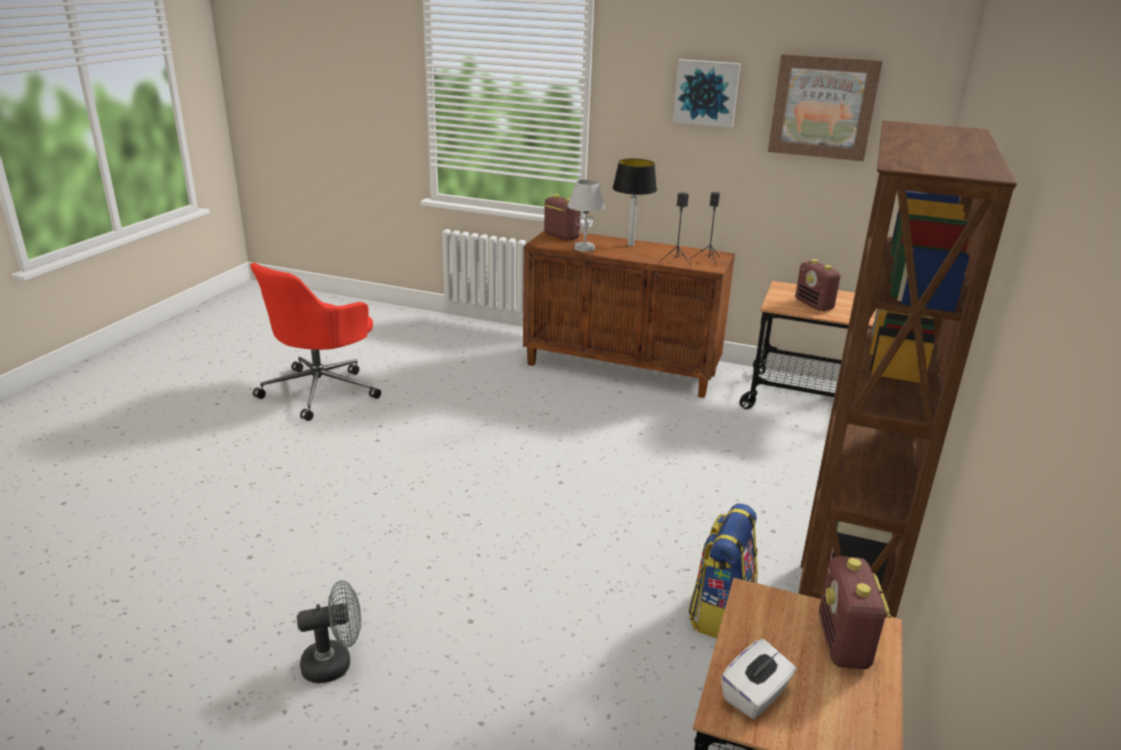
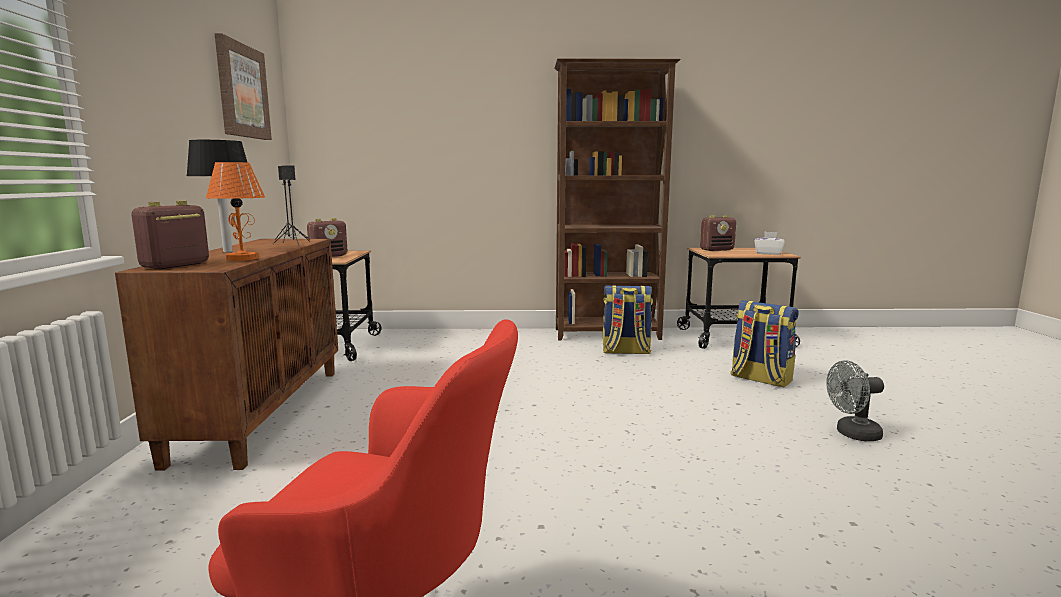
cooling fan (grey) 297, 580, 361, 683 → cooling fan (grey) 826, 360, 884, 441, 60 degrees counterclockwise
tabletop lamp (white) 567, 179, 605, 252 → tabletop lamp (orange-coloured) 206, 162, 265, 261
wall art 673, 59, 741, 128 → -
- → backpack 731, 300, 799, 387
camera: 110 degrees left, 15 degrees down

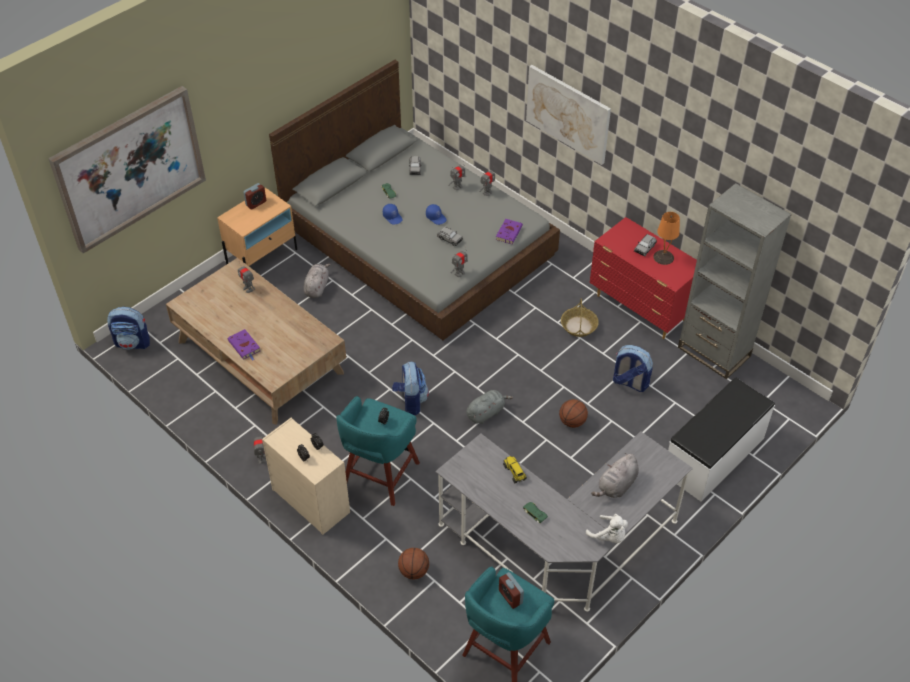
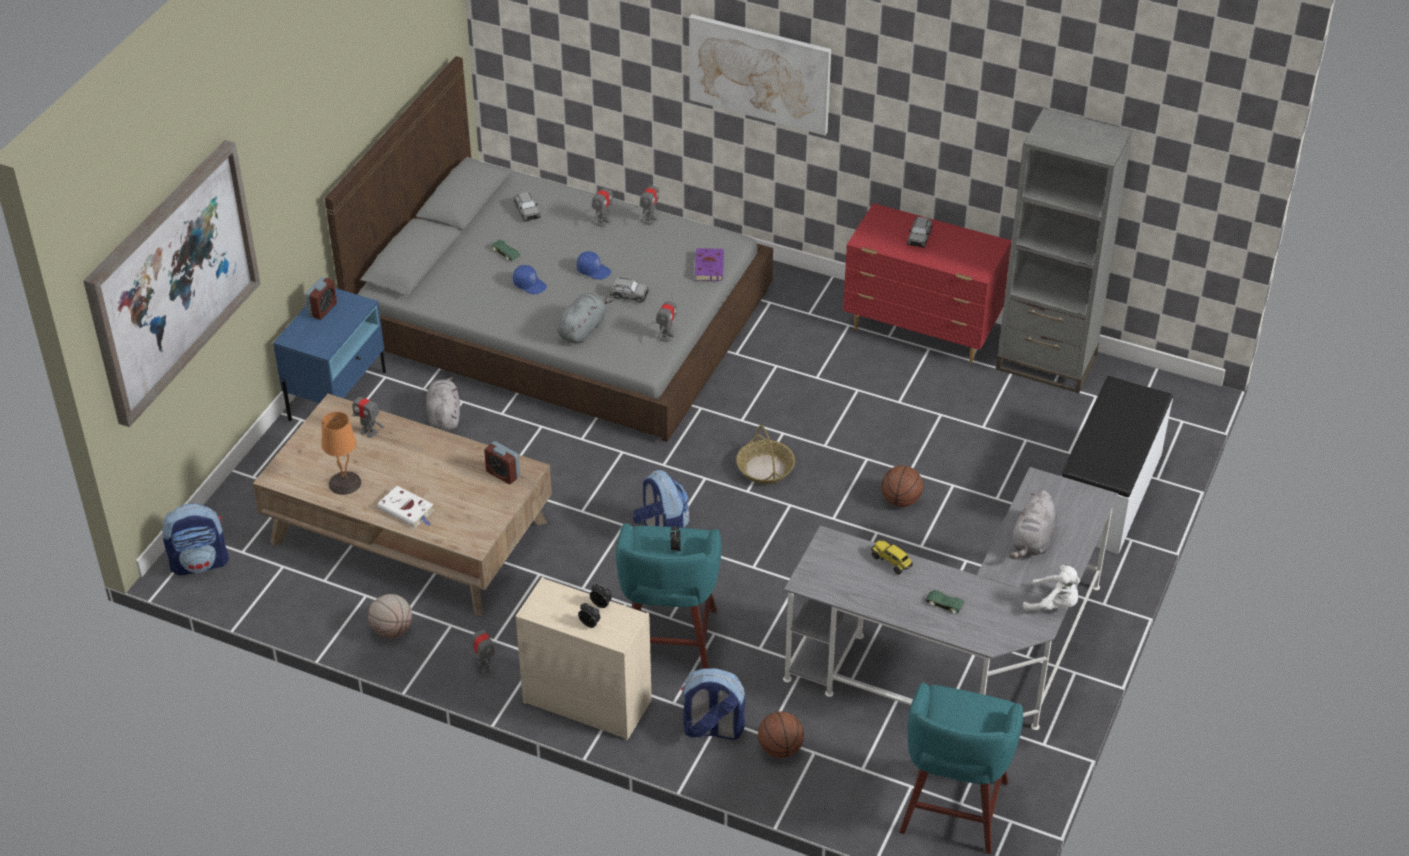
night table (beige) 217, 188, 297, 266 → night table (bluish) 273, 288, 386, 421
volume (purple) 228, 329, 260, 361 → volume (white) 377, 486, 434, 528
cuddly toy (grey) 466, 390, 513, 424 → cuddly toy (grey) 557, 293, 614, 343, move
table clock 499, 572, 524, 609 → table clock 484, 441, 520, 484, move
storage basket 561, 299, 599, 337 → storage basket 736, 425, 795, 484, move
backpack 613, 345, 653, 392 → backpack 681, 668, 745, 740, move
tabletop lamp (orange-coloured) 653, 212, 680, 265 → tabletop lamp (orange-coloured) 322, 412, 361, 495, move
- → ball for basketball 368, 594, 412, 638
camera: 20 degrees left, 5 degrees down

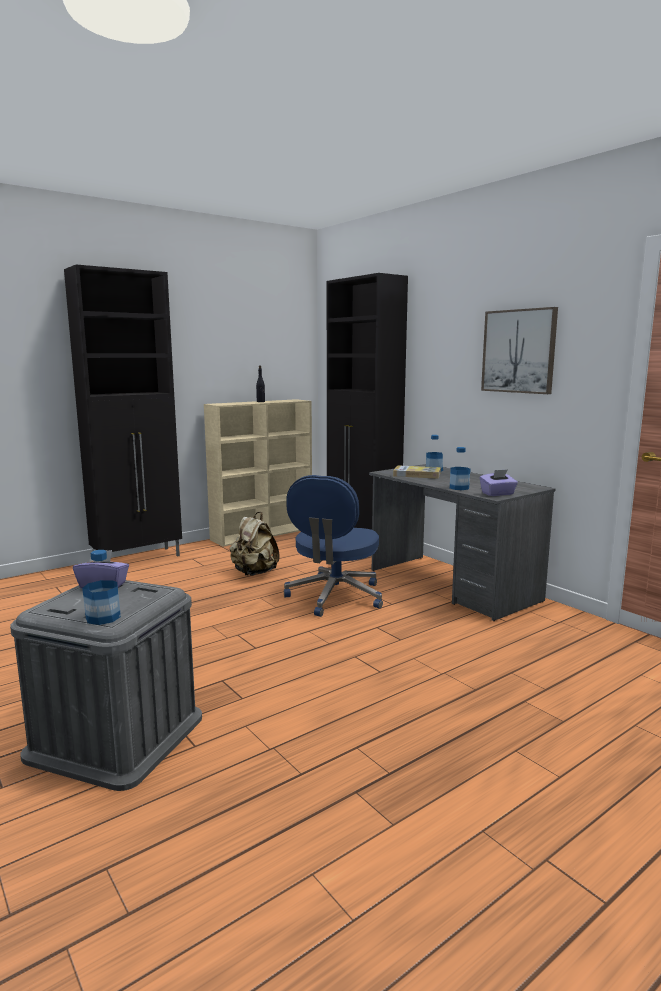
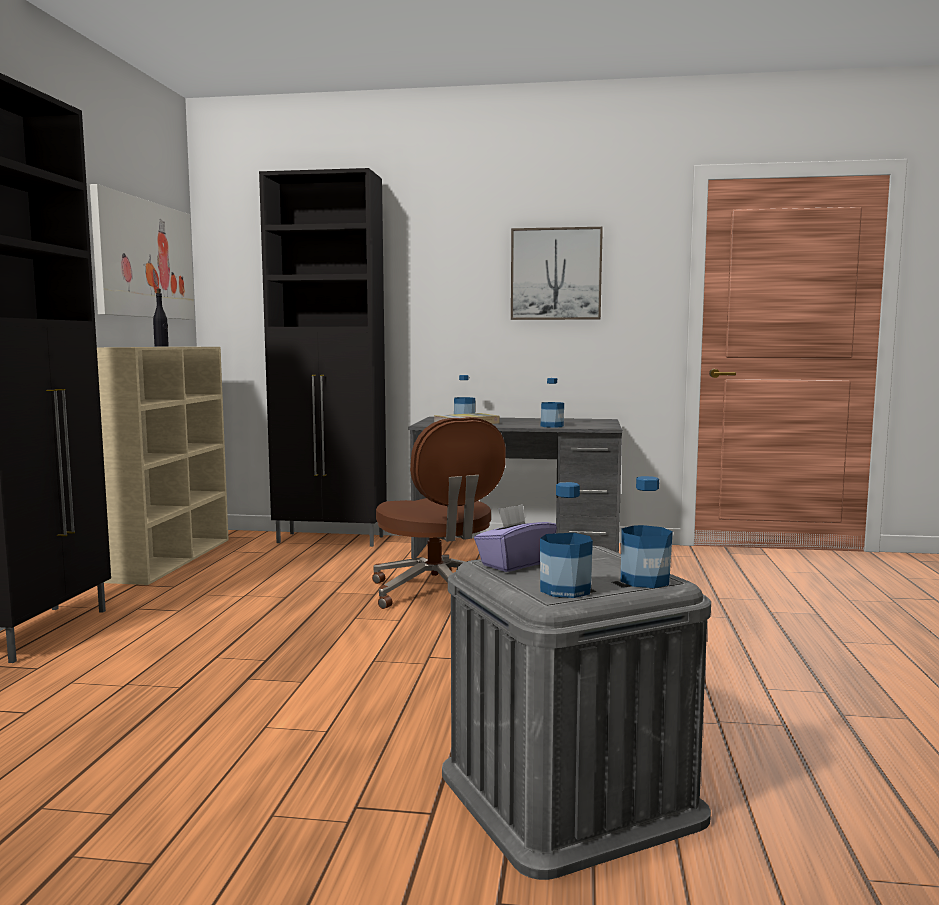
backpack (beige) 230, 512, 280, 576 → -
desk chair (bluish) 284, 475, 383, 617 → desk chair (brown-coloured) 372, 417, 506, 609
box of tissues (purple) 480, 469, 518, 496 → -
- → wall art 90, 184, 195, 320
- → beverage bottle 540, 482, 593, 598
camera: 45 degrees left, 5 degrees down

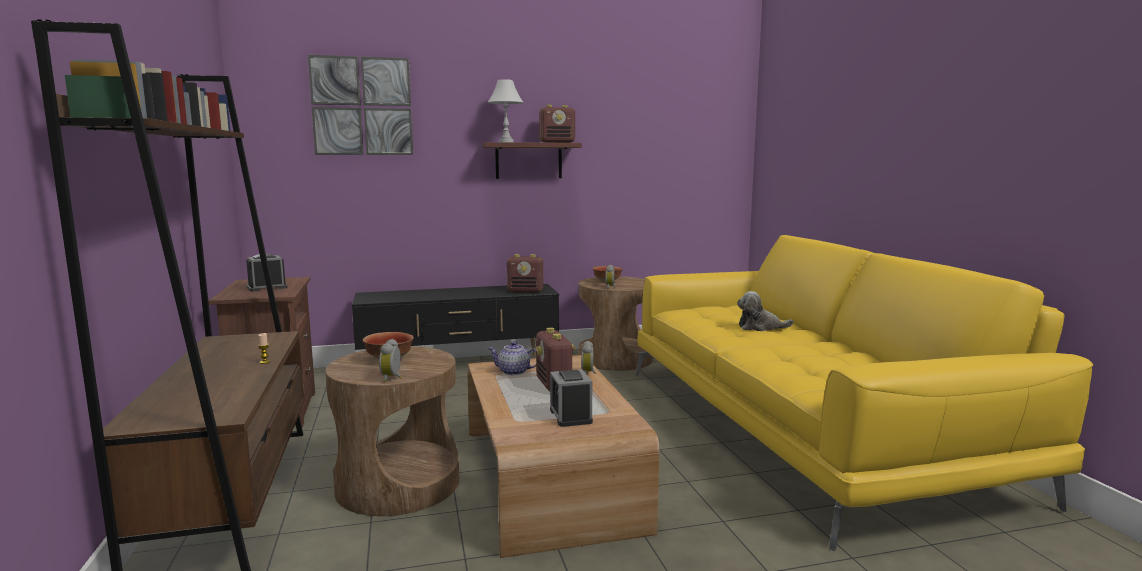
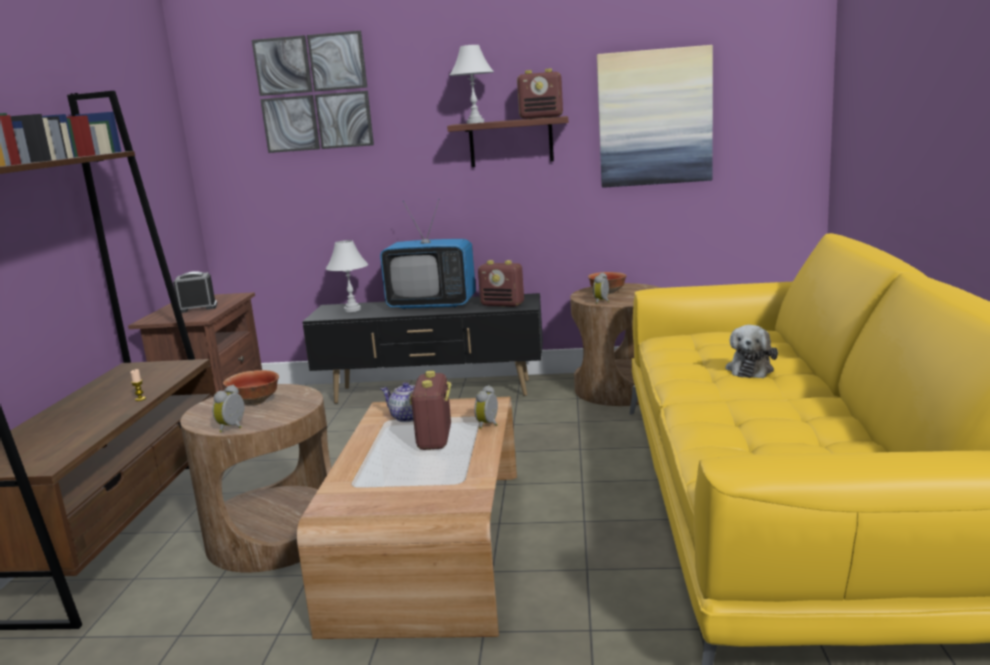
table clock 550, 369, 593, 427 → -
cuddly toy 737, 291, 793, 331 → cuddly toy 726, 325, 778, 378, 90 degrees counterclockwise
- → tabletop lamp (white) 326, 240, 368, 312
- → TV set 380, 199, 476, 309
- → wall art 597, 45, 713, 188
camera: 20 degrees right, 5 degrees up

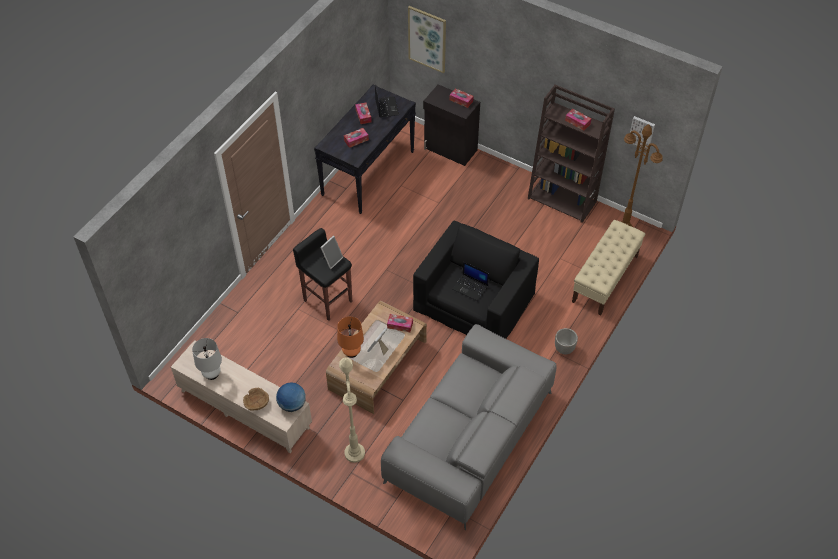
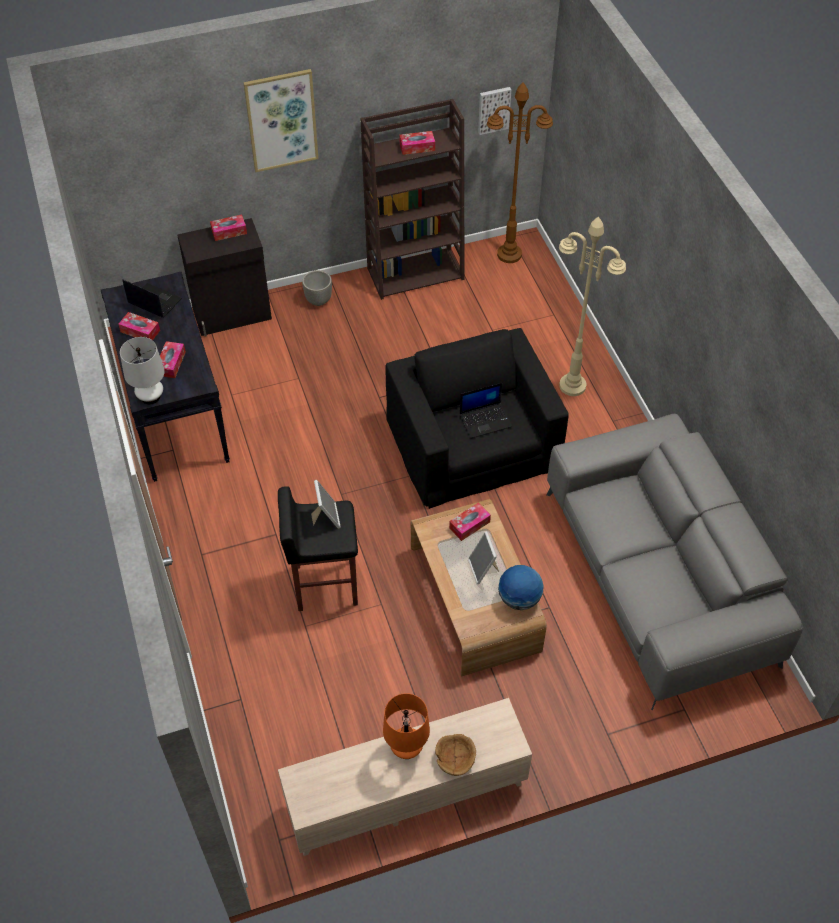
tabletop lamp (white) 192, 338, 222, 380 → tabletop lamp (white) 120, 337, 165, 404, move
desk globe 276, 382, 306, 412 → desk globe 498, 565, 543, 610, move
tabletop lamp (orange-coloured) 337, 316, 364, 358 → tabletop lamp (orange-coloured) 383, 693, 430, 759, move
standard lamp (beige) 339, 357, 365, 463 → standard lamp (beige) 559, 217, 626, 396, move
wall art 408, 6, 446, 73 → wall art 244, 69, 318, 172, move
planter 555, 328, 578, 354 → planter 302, 270, 332, 306, move
indoor bench (beige) 572, 220, 645, 316 → -
camera: 50 degrees left, 0 degrees up

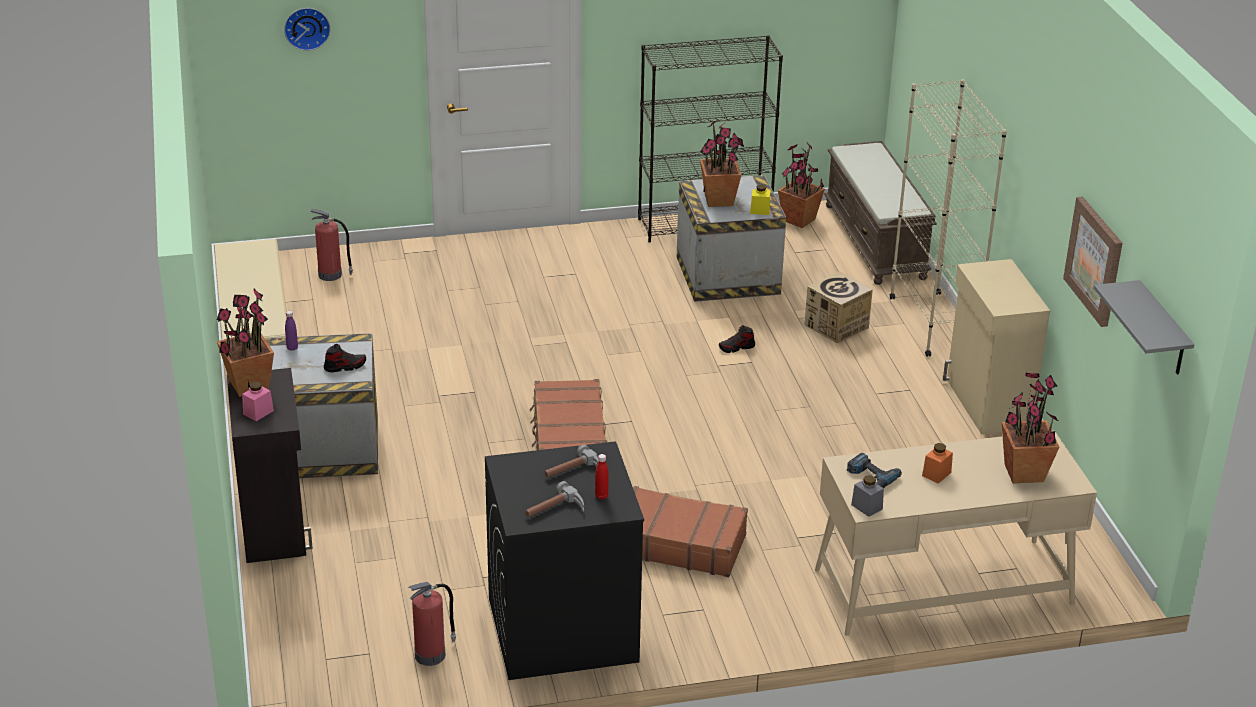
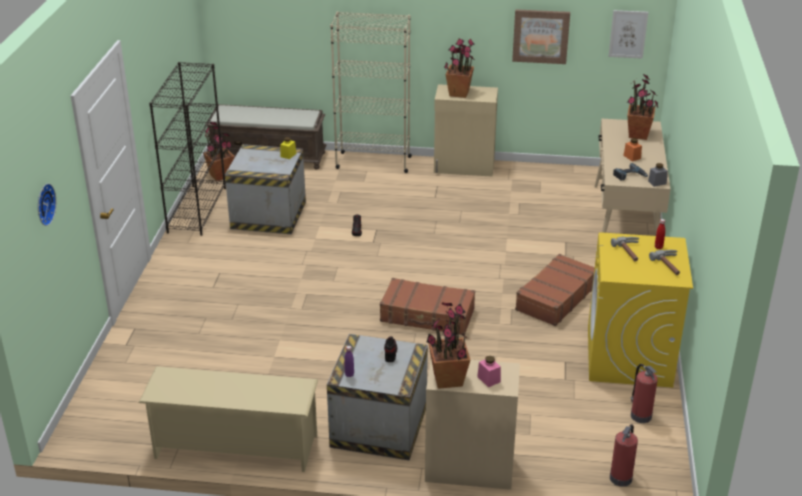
cupboard (black) 227, 368, 313, 563 → cupboard (beige) 425, 360, 520, 490
fire-fighting cylinder 311, 209, 353, 281 → fire-fighting cylinder 610, 424, 638, 487, move
washing machine (black) 485, 441, 644, 680 → washing machine (yellow-coloured) 588, 232, 693, 388
houseplant 700, 119, 744, 207 → houseplant 444, 39, 475, 98, move
packing box 804, 271, 873, 344 → -
wall shelf (grey) 1094, 280, 1194, 374 → wall art 609, 10, 648, 59
camera: 70 degrees left, 0 degrees up

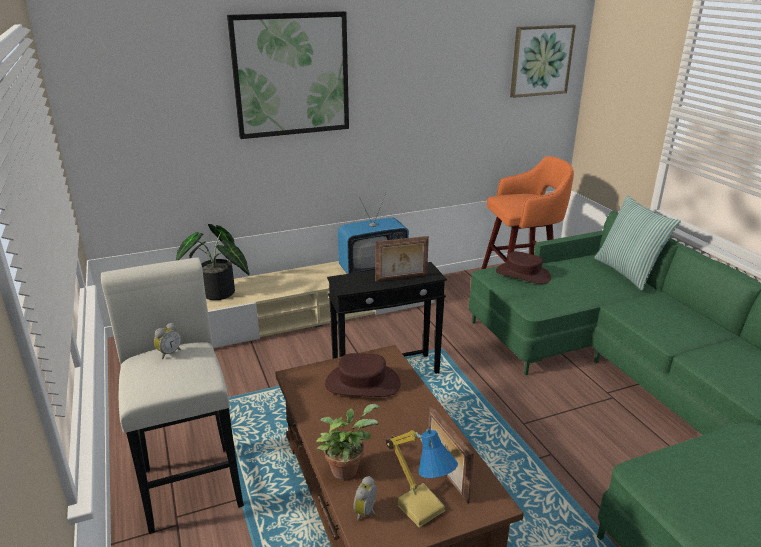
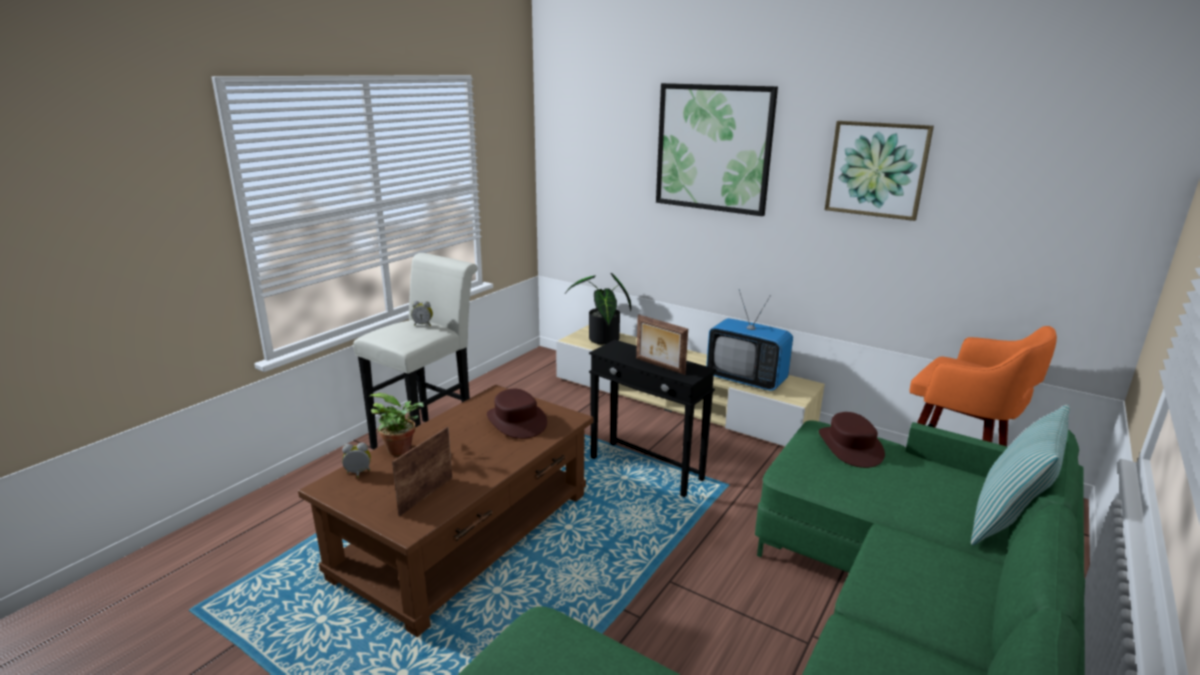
tabletop lamp 386, 428, 458, 527 → -
wall art 510, 25, 576, 98 → wall art 825, 121, 934, 221, move
camera: 55 degrees right, 5 degrees down

